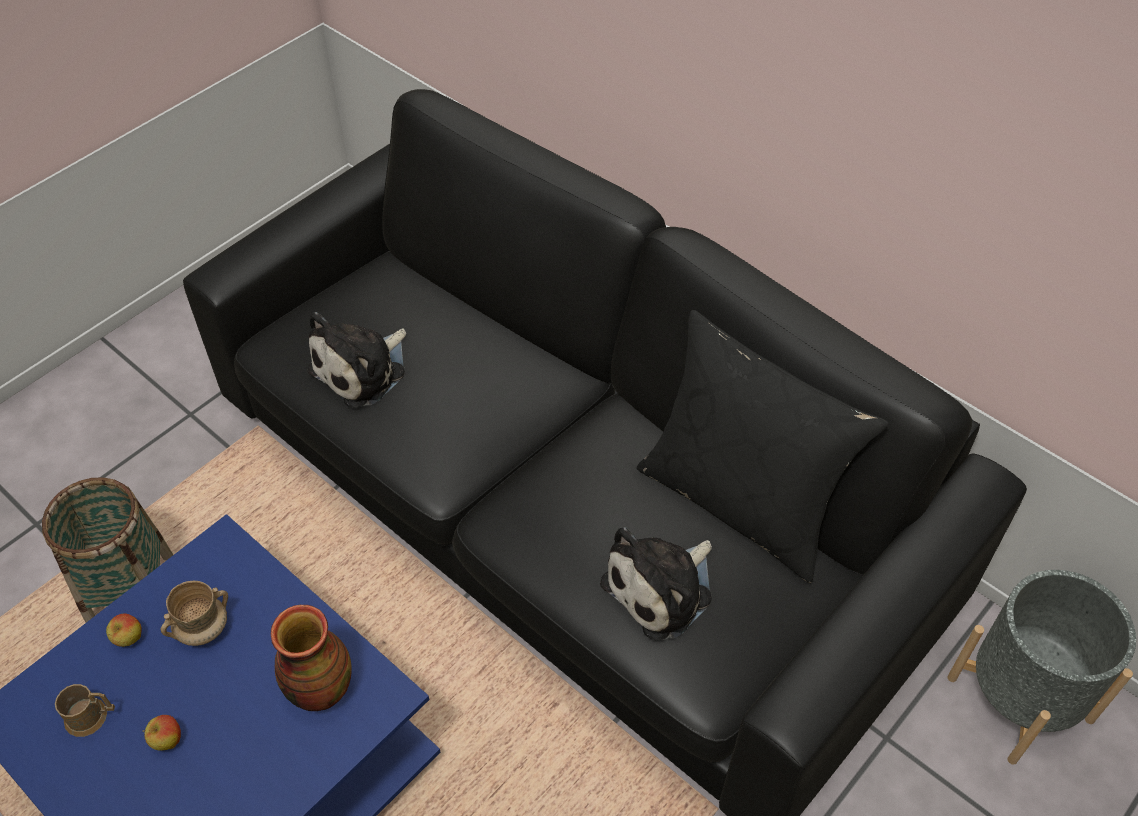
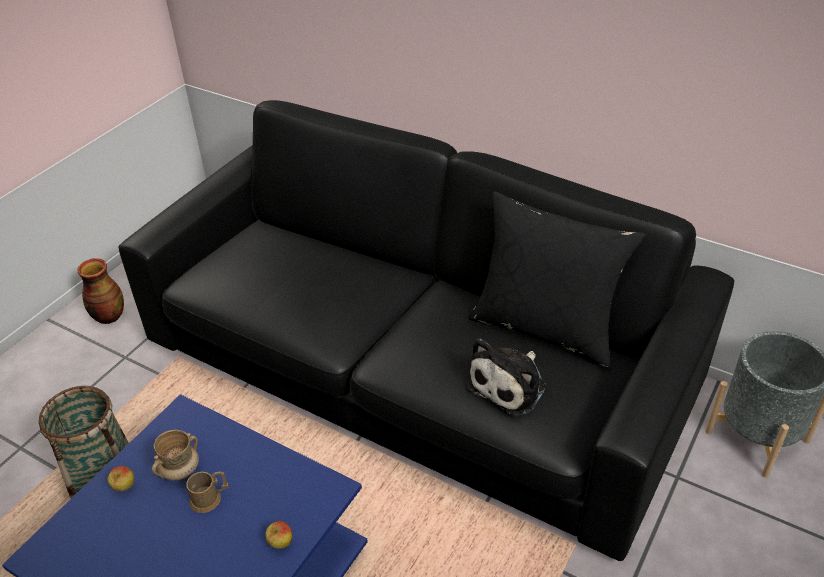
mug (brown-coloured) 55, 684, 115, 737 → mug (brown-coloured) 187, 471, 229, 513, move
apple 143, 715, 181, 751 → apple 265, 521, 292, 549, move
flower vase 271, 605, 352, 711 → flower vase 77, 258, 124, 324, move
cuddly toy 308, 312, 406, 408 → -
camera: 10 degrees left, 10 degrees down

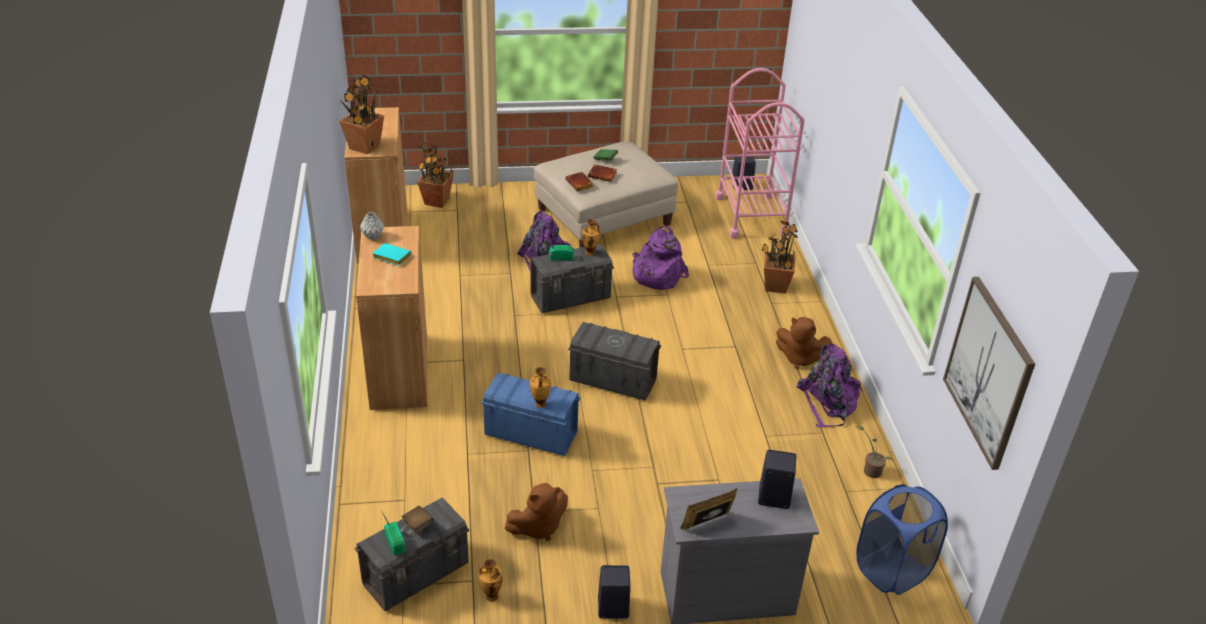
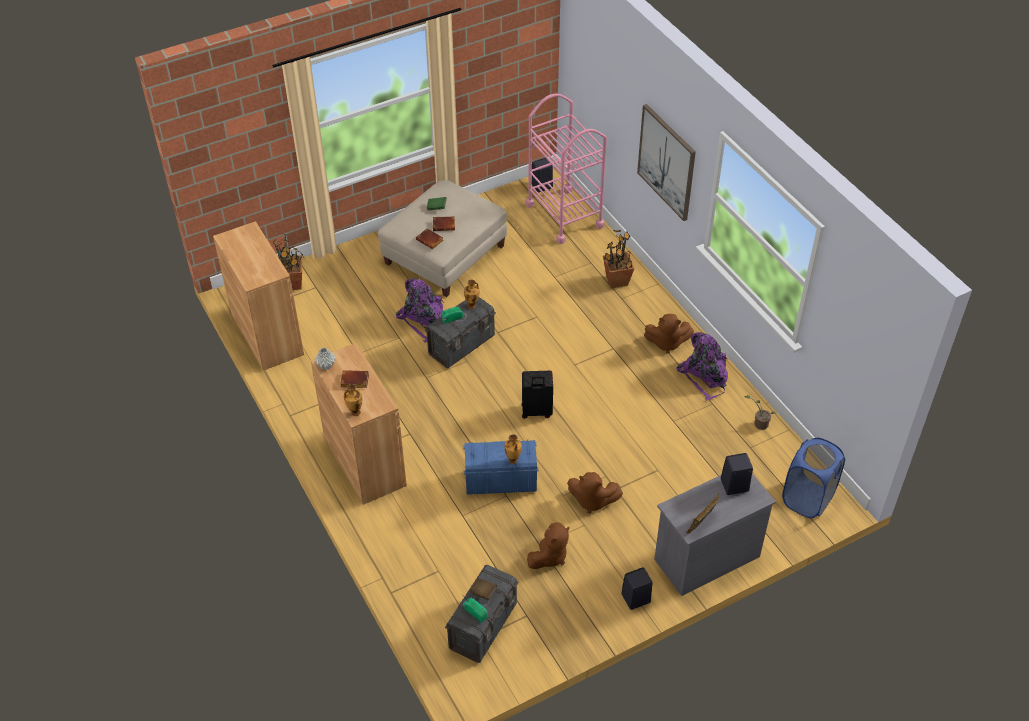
houseplant 339, 74, 384, 154 → -
volume (blue-green) 372, 243, 411, 266 → volume (brown-coloured) 340, 370, 369, 388
flower vase 478, 559, 503, 602 → flower vase 344, 384, 362, 416, move
storage container (grey) 568, 322, 661, 401 → piece of luggage (black) 522, 371, 553, 419
backpack (purple) 633, 226, 689, 290 → -
wall art 943, 277, 1035, 470 → wall art 637, 104, 696, 221, move
- → cuddly toy (brown-coloured) 567, 472, 623, 514
camera: 20 degrees left, 10 degrees up

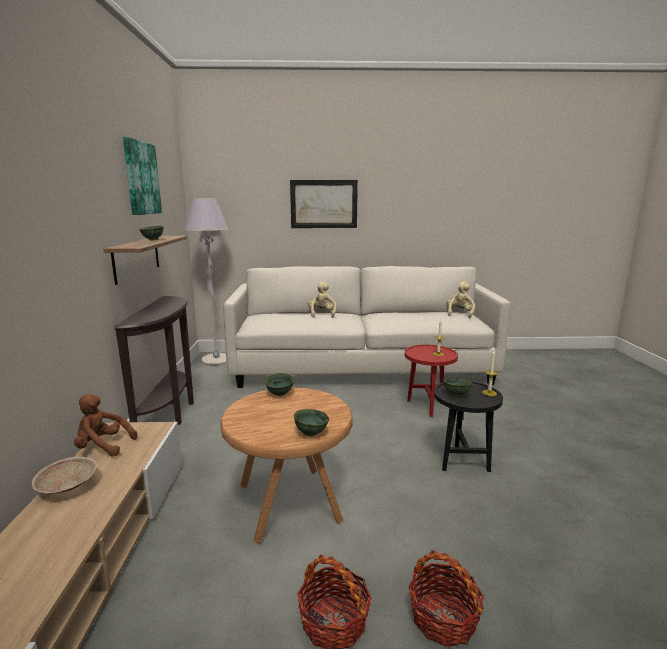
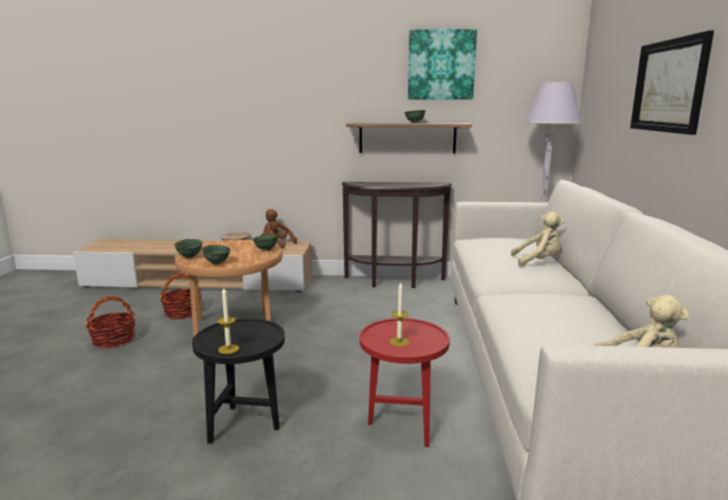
cuddly toy (brown-coloured) 74, 394, 137, 457 → cuddly toy (brown-coloured) 261, 209, 297, 248, 75 degrees counterclockwise
storage basket 409, 550, 484, 647 → storage basket 160, 273, 202, 319, move
serving bowl (green-coloured) 443, 378, 472, 397 → serving bowl (green-coloured) 202, 245, 231, 265, move
camera: 95 degrees right, 0 degrees up

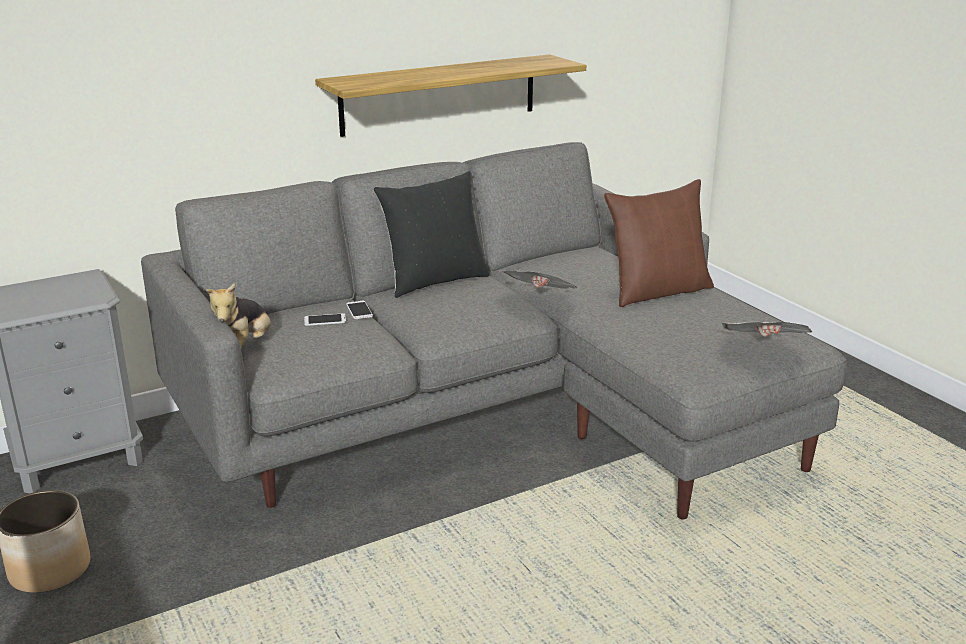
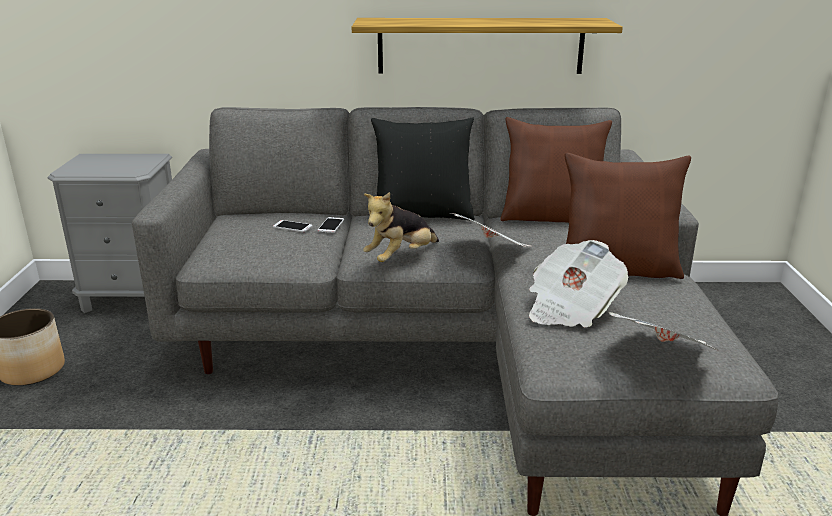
cuddly toy 206, 283, 271, 348 → cuddly toy 363, 192, 439, 262, move
- → cushion (brown-coloured) 500, 117, 612, 223
- → printed paper 529, 240, 628, 328
camera: 30 degrees right, 0 degrees up

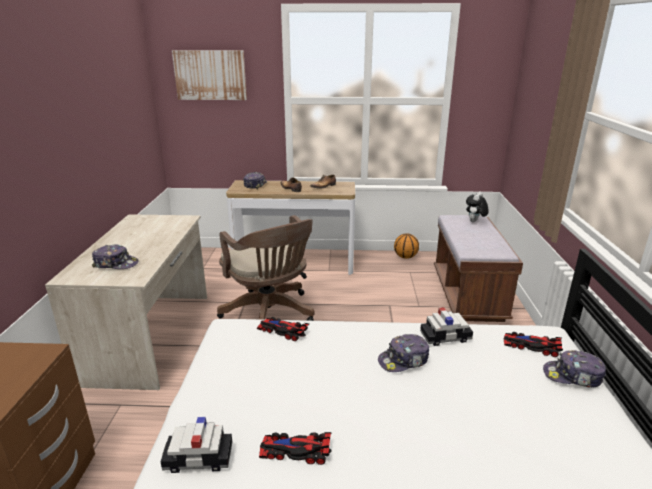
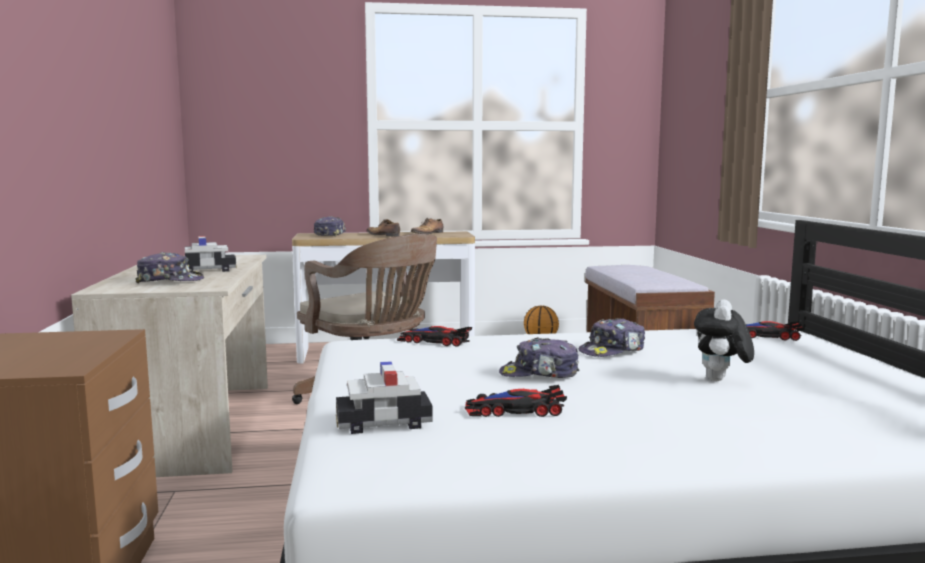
wall art 172, 50, 247, 100 → -
miniature car 420, 307, 473, 346 → miniature car 185, 236, 237, 273, move
cuddly toy 466, 191, 489, 222 → cuddly toy 694, 299, 754, 381, move
cap 543, 350, 606, 387 → cap 499, 337, 579, 378, move
camera: 10 degrees left, 15 degrees down

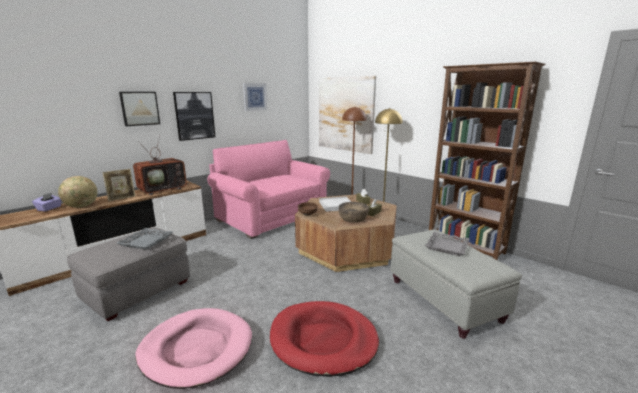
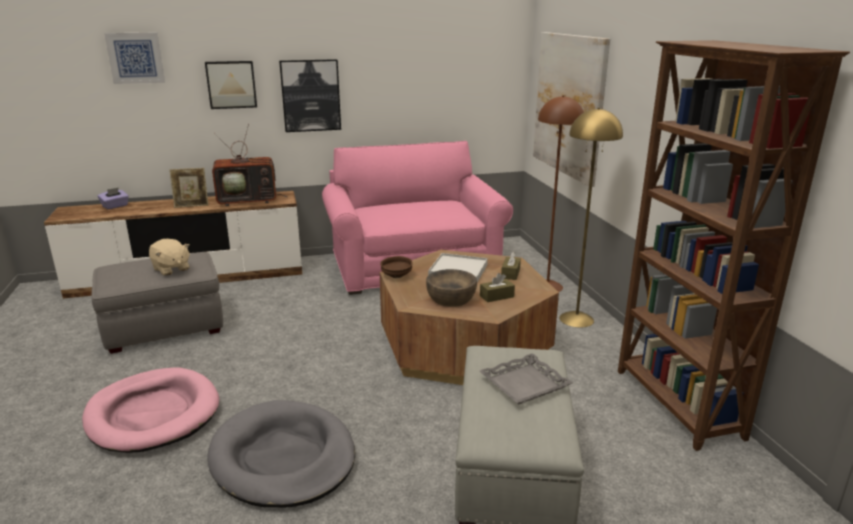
desk globe 58, 176, 98, 208 → -
serving tray (grey) 117, 228, 173, 250 → cuddly toy (beige) 149, 239, 190, 276
wall art 243, 83, 267, 111 → wall art 104, 33, 165, 84, move
pet bed (red) 270, 301, 379, 377 → pet bed (grey) 207, 400, 355, 508
camera: 30 degrees right, 5 degrees up

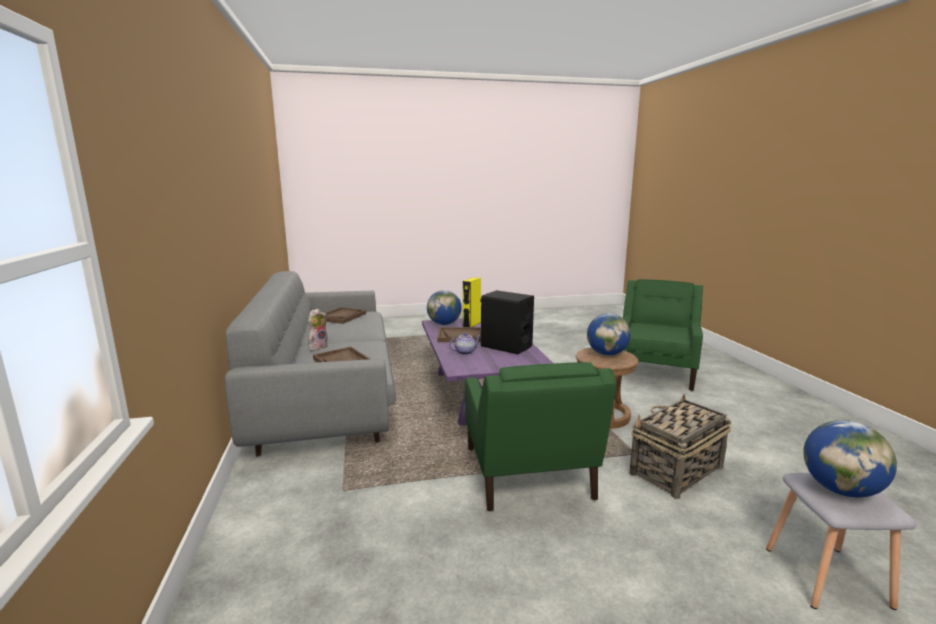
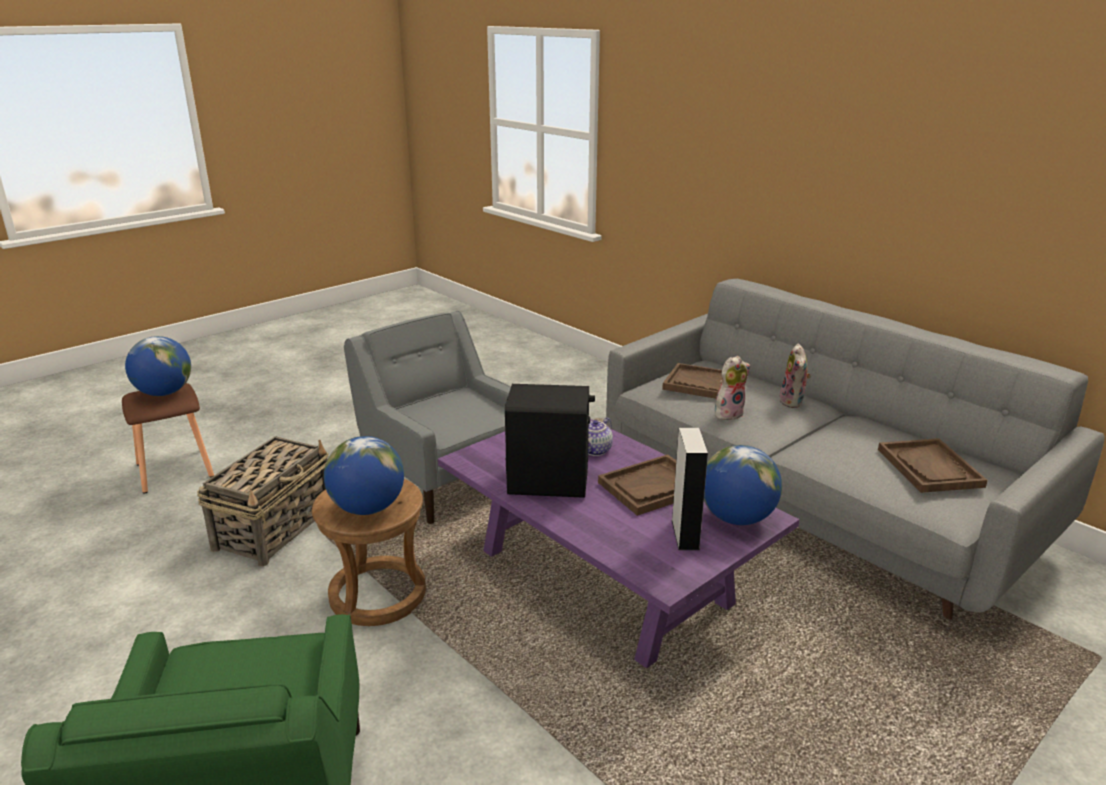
loudspeaker (yellow-coloured) 463, 277, 481, 327 → loudspeaker (grey) 672, 428, 708, 550
armchair (green-coloured) 465, 362, 616, 512 → armchair (grey) 344, 311, 511, 524
stool seat (grey) 766, 473, 916, 610 → stool seat (brown-coloured) 122, 383, 214, 494
- → cuddly toy 715, 356, 750, 420
camera: 150 degrees right, 10 degrees up

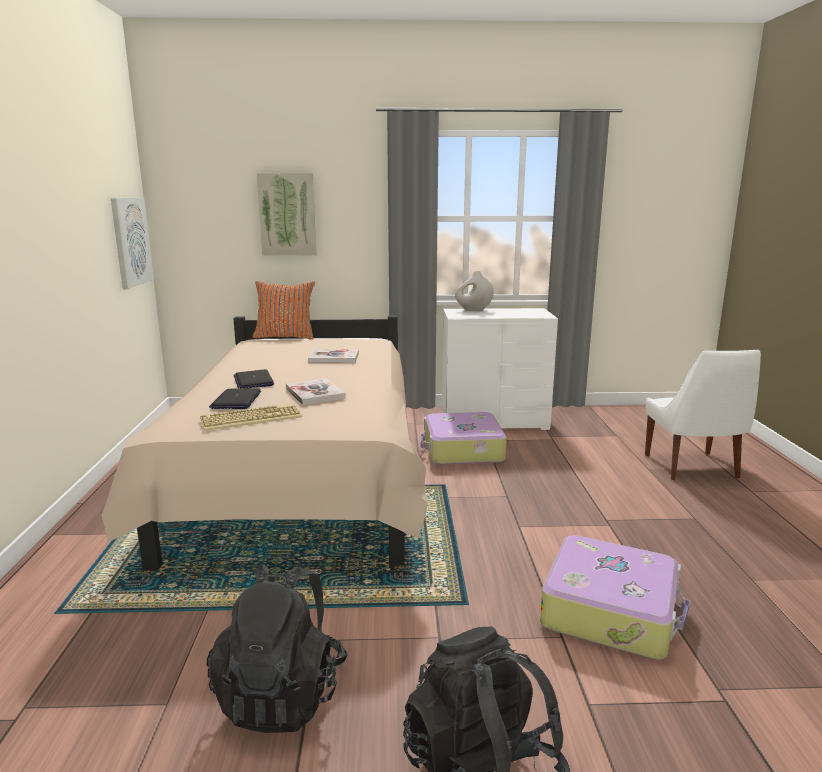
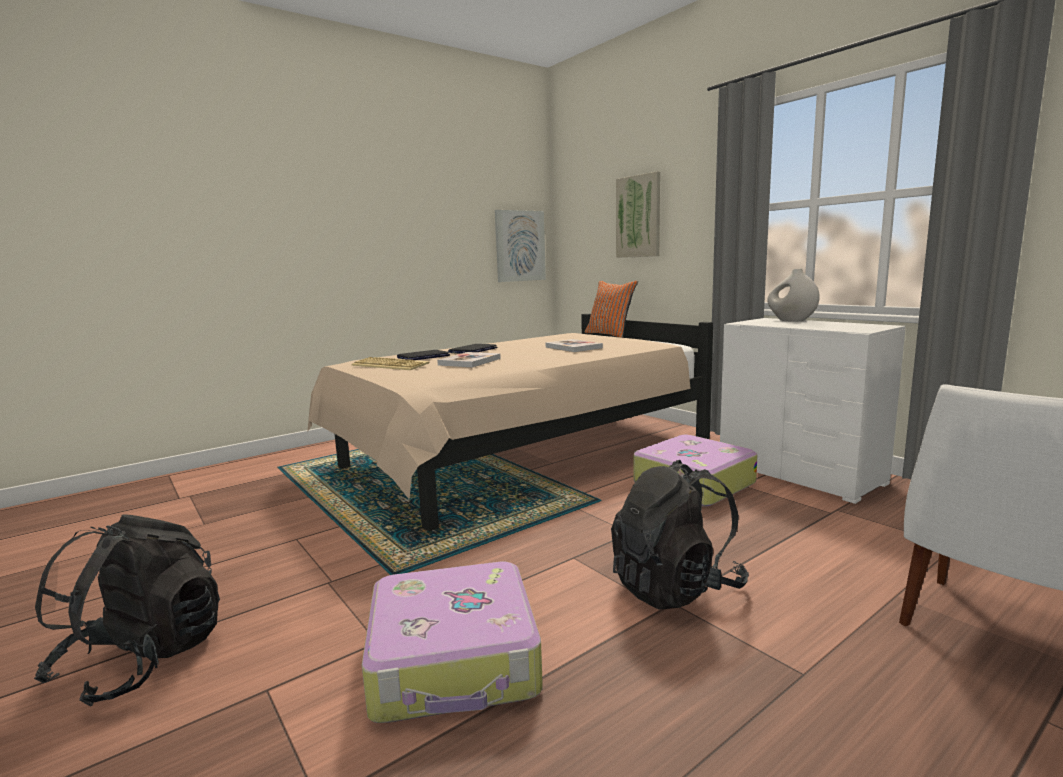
backpack (black) 206, 564, 347, 733 → backpack (black) 611, 460, 749, 610, move
camera: 55 degrees right, 5 degrees down

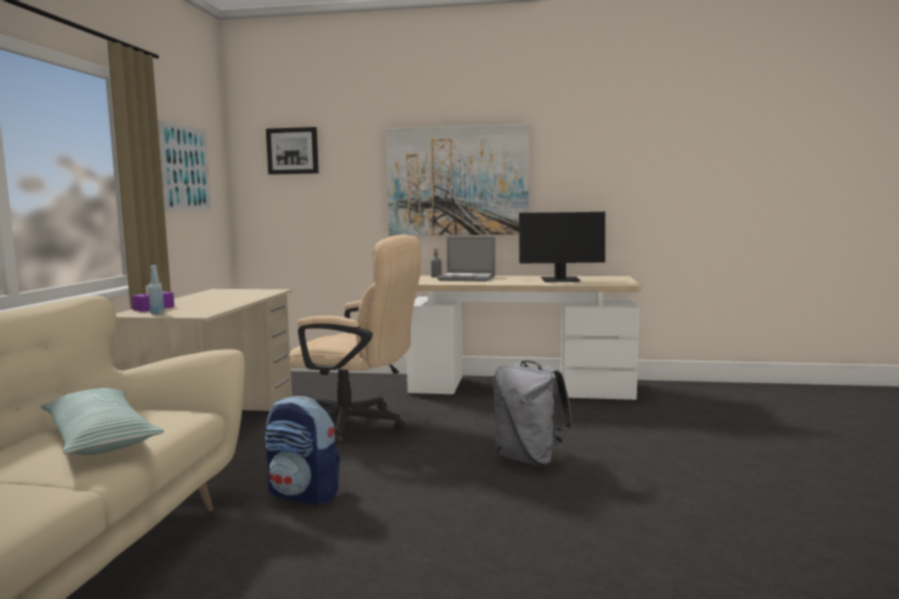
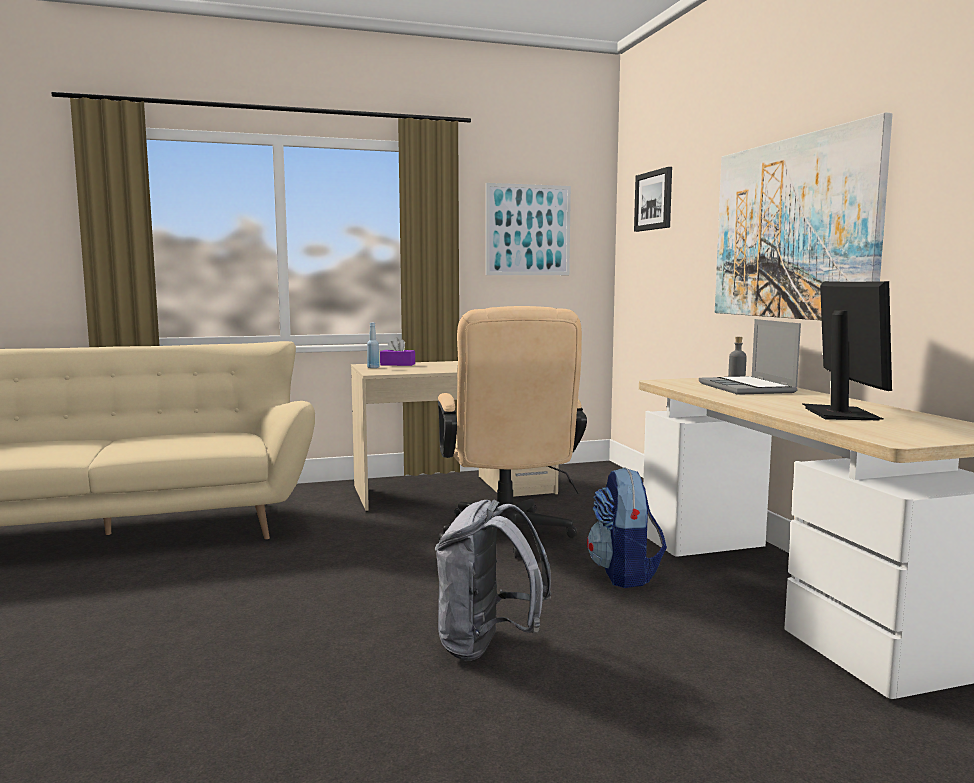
cushion 41, 388, 164, 455 → -
backpack 265, 396, 340, 505 → backpack 587, 467, 667, 588, move
computer display 519, 212, 605, 282 → computer display 802, 281, 892, 420, 150 degrees counterclockwise
camera: 65 degrees right, 0 degrees up

